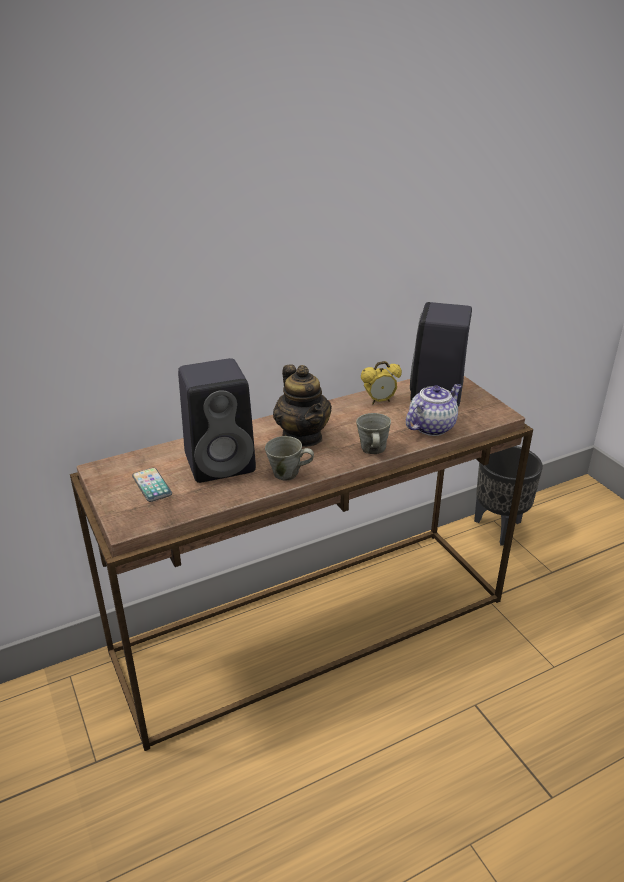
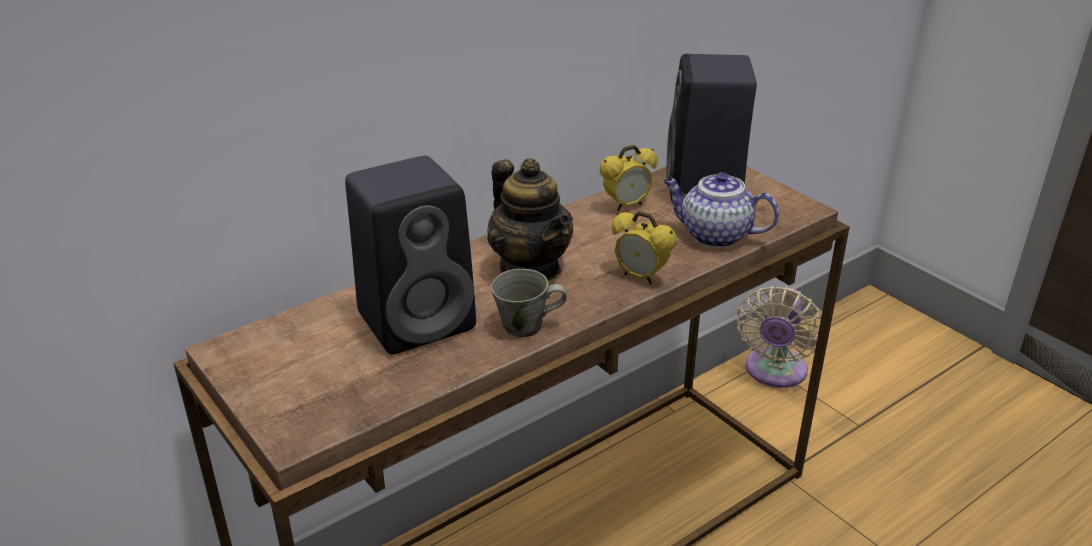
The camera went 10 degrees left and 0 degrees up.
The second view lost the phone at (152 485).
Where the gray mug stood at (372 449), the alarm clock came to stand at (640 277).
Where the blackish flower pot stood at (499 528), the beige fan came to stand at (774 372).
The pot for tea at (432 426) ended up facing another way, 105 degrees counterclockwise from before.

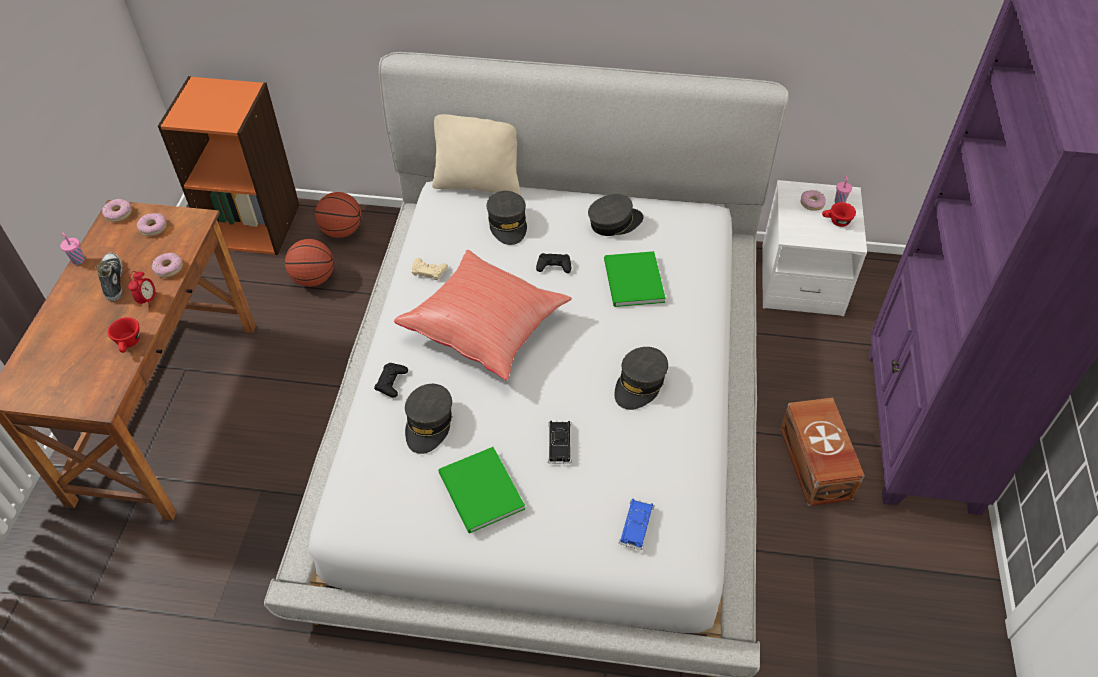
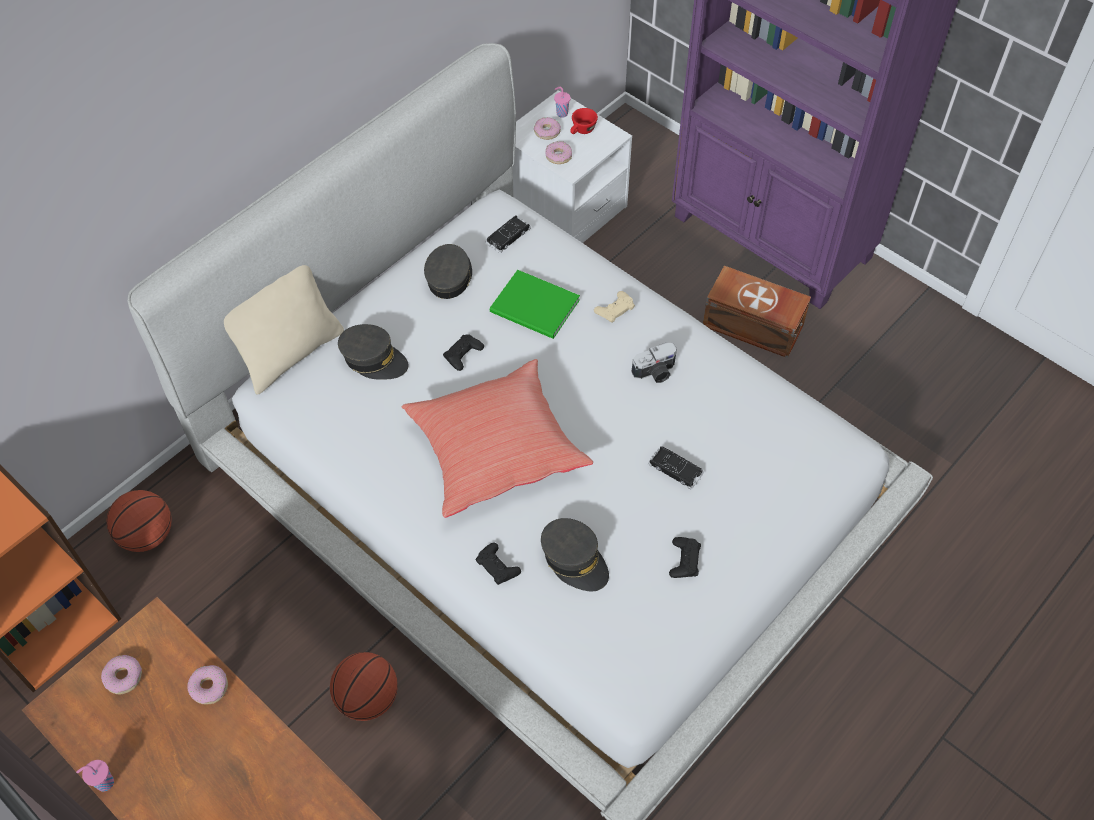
The camera went 55 degrees left and 5 degrees up.
The second view lost the item of footwear at (113 280).
The second view lost the red-coloured drinking cup at (129 344).
The second view lost the alarm clock at (148 300).
The second view lost the bluish toy car at (636 526).
The second view gained the blackish toy car at (508 237).
The donut ended up elsewhere, having gone from (118 214) to (558 156).
The basketball ended up elsewhere, having gone from (313 279) to (368 698).
The beige joypad ended up elsewhere, having gone from (429 271) to (614 309).
Where the greenish volume stood at (480 493), the blackish joypad came to stand at (684 560).
Where the gray baseball cap stood at (640 384), the photo camera came to stand at (655 373).

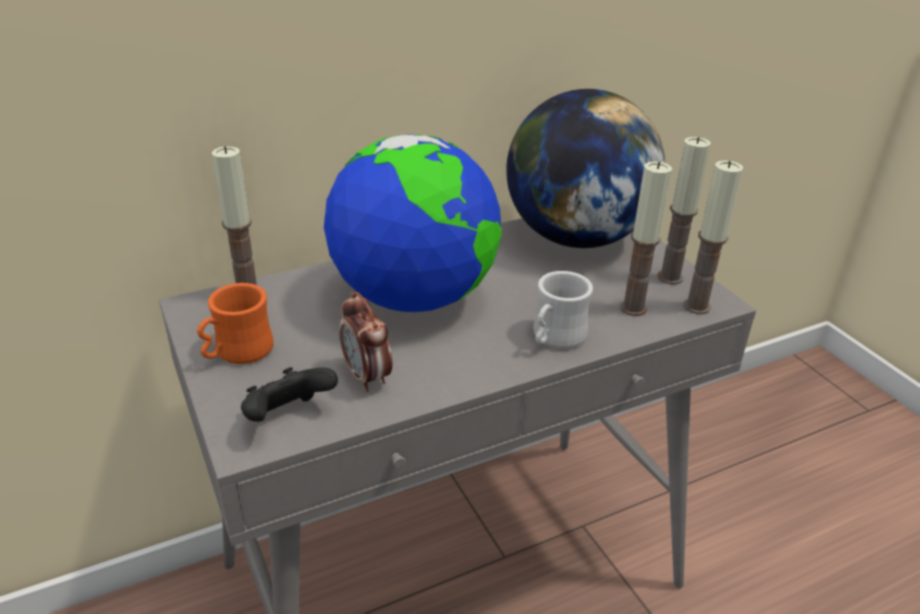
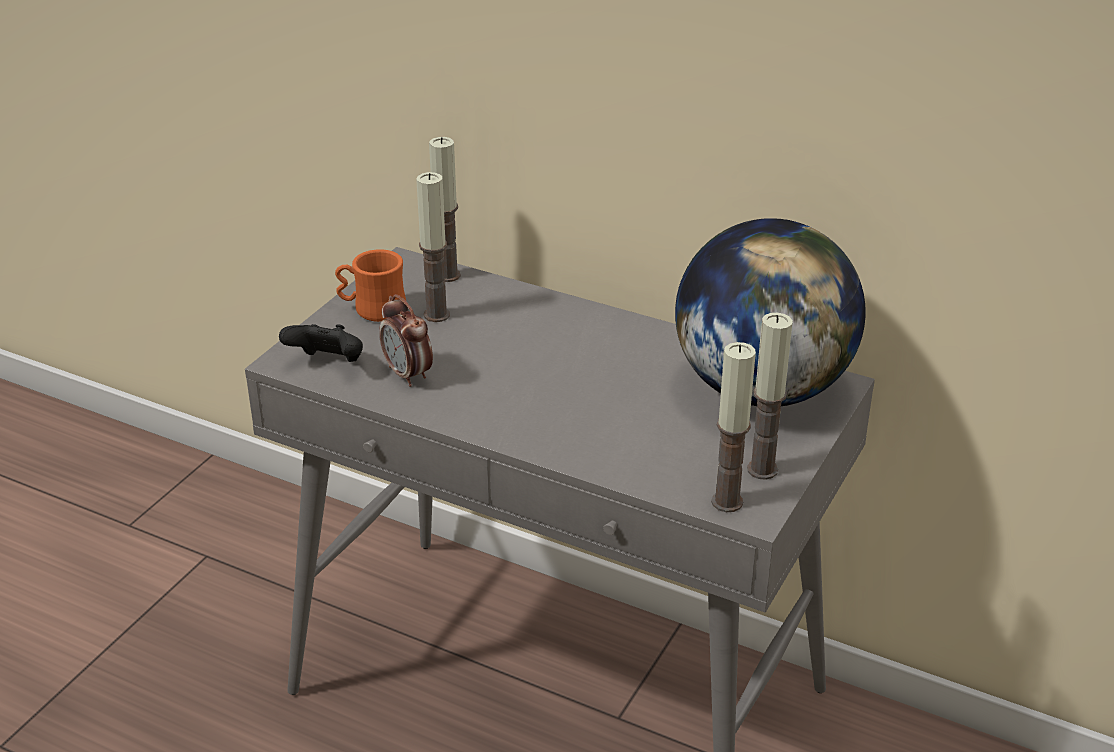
The camera went 55 degrees right and 0 degrees up.
The second view lost the desk globe at (414 298).
The second view lost the white-coloured mug at (554 339).
The wax light ended up elsewhere, having gone from (633 308) to (436 315).
The alarm clock at (367 377) ended up facing another way, 60 degrees counterclockwise from before.

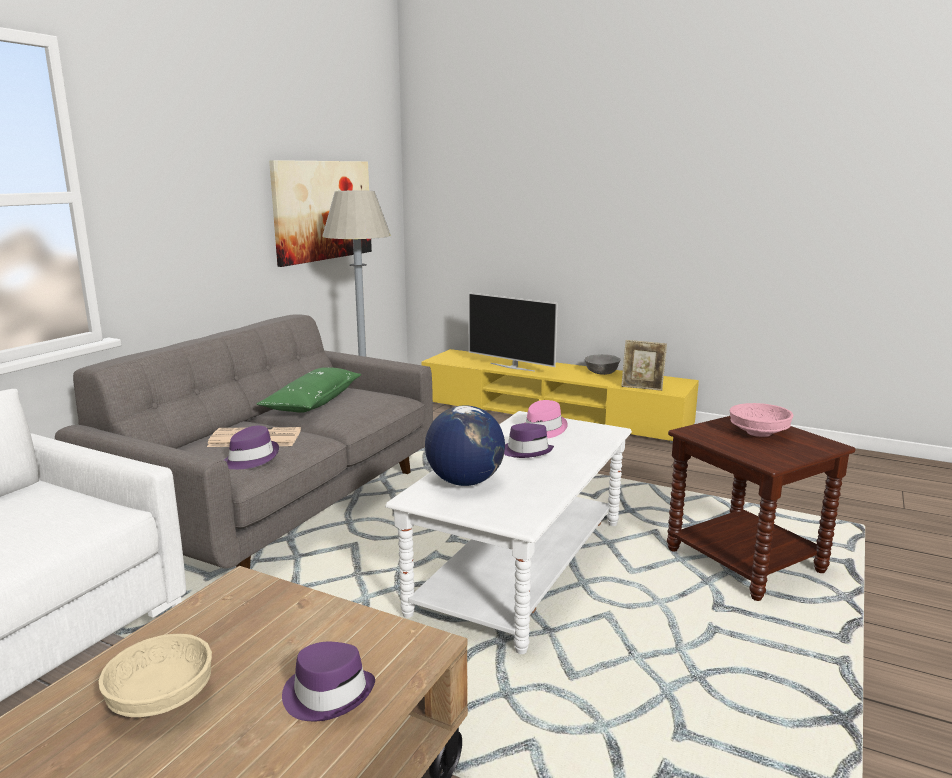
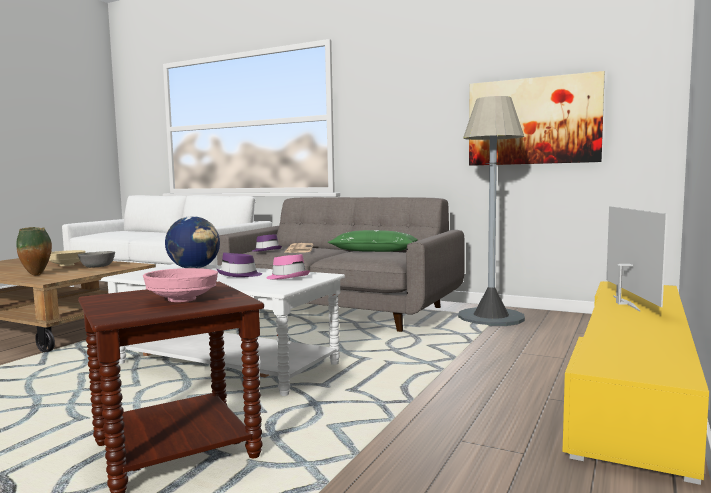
The camera went 90 degrees right and 10 degrees down.
The second view lost the standing frame at (642 388).
The gray deep dish ended up elsewhere, having gone from (602 372) to (97 266).
Where the purple-coloured clothing hat stood at (328 694), the flower vase came to stand at (37 275).
The TV at (512 367) ended up facing another way, 150 degrees clockwise from before.

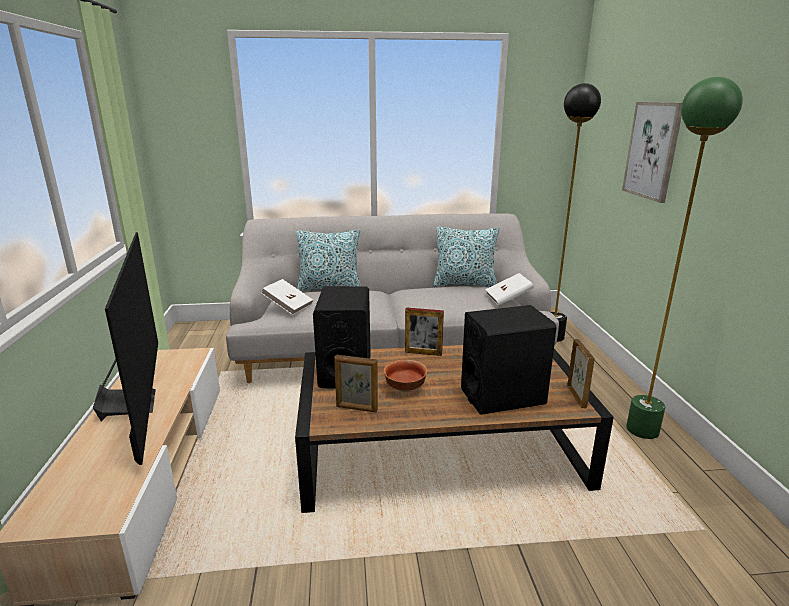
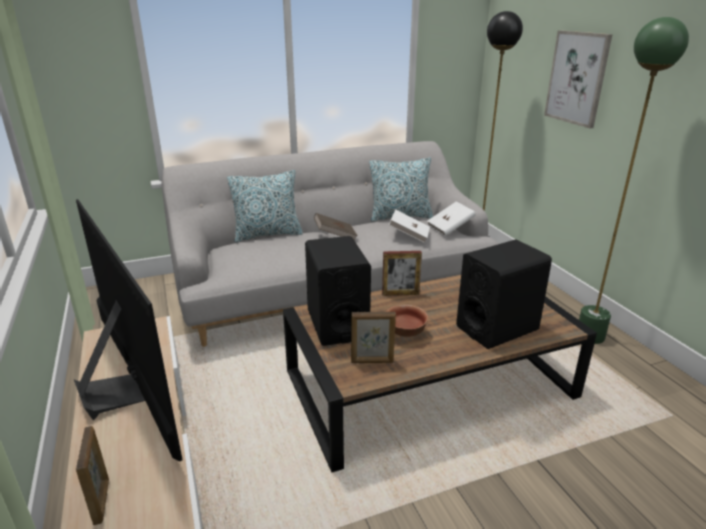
The camera went 15 degrees left and 5 degrees up.
The second view gained the brownish volume at (335 236).
The white-coloured volume ended up elsewhere, having gone from (288 306) to (409 235).
The standing frame ended up elsewhere, having gone from (577 397) to (102 501).

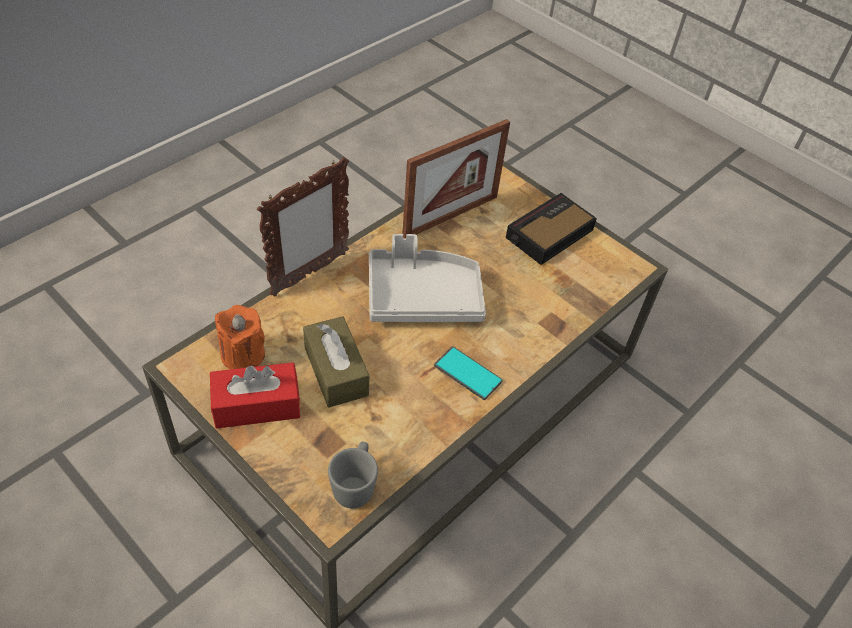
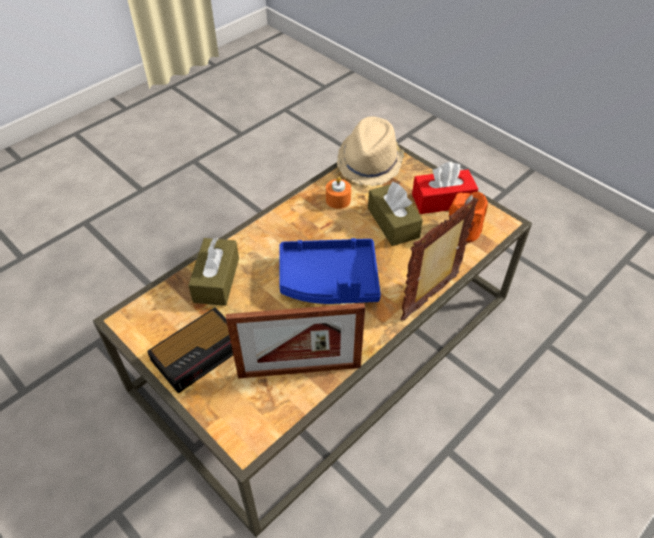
The camera went 175 degrees left and 0 degrees up.
The second view lost the phone at (467 373).
The second view gained the brownish box of tissues at (216 280).
The second view gained the orange wax light at (338 200).
Where the gray mug stood at (355 485), the beige clothing hat came to stand at (370 162).
What was the gray carrying tray at (423 297) turned into the bluish carrying tray at (329 281).
The standing frame at (450 216) ended up facing another way, 150 degrees counterclockwise from before.

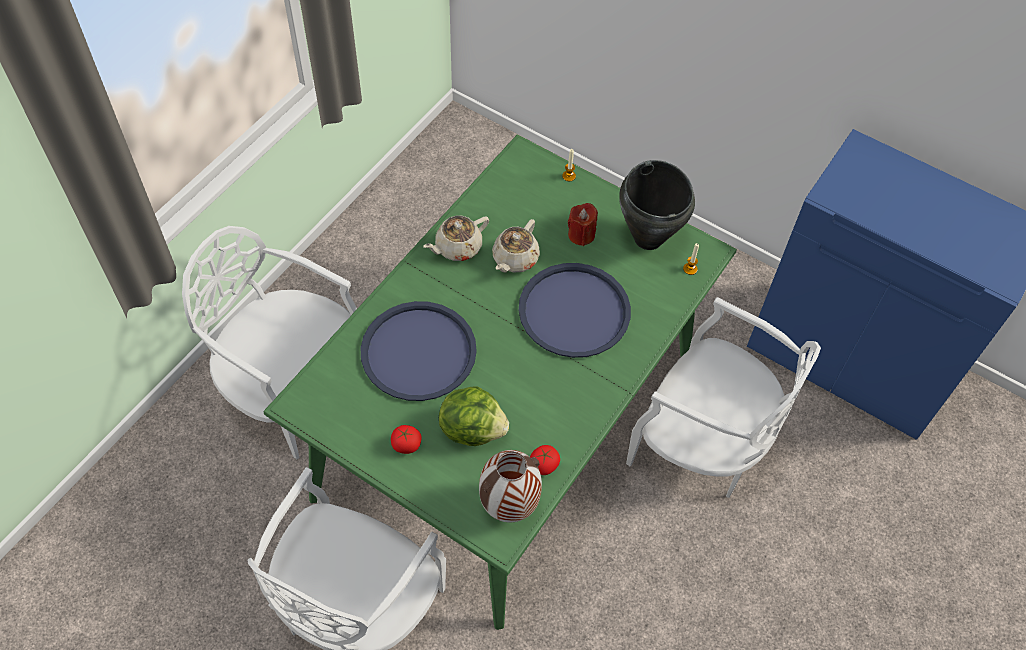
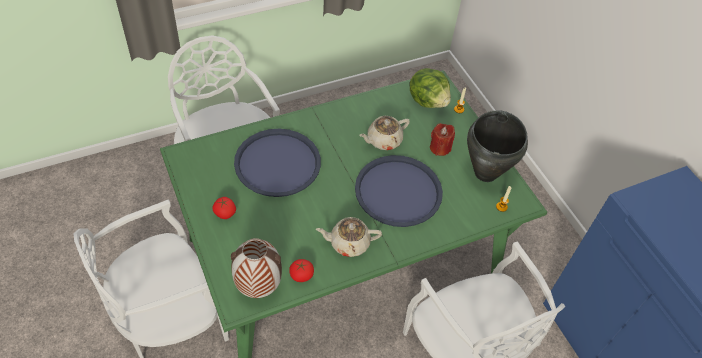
The camera went 30 degrees right and 5 degrees down.
The beige pot for tea ended up elsewhere, having gone from (457 247) to (348 243).
The lettuce ended up elsewhere, having gone from (472 428) to (428 100).

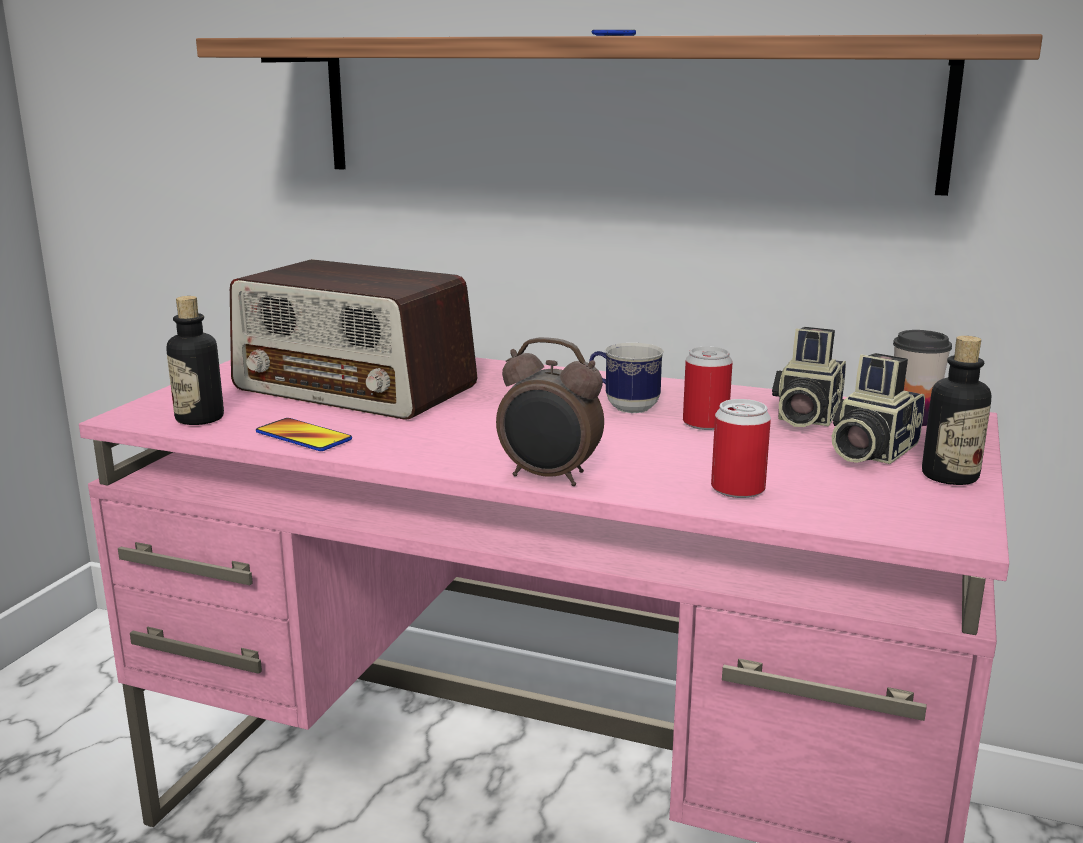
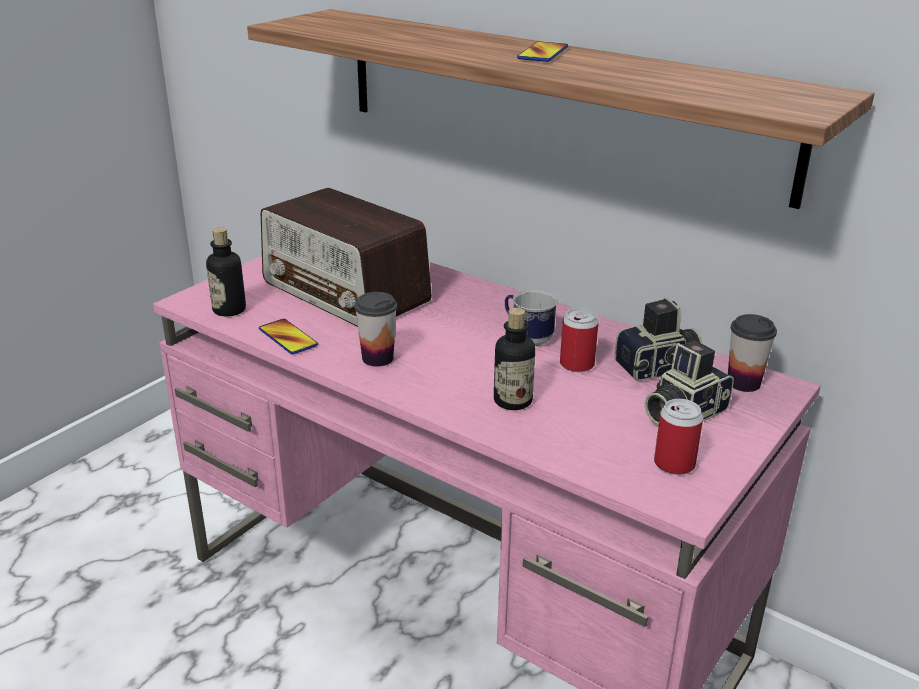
The camera went 15 degrees right and 10 degrees up.
The second view lost the alarm clock at (549 477).
The second view gained the drinking cup at (377 358).
The metal can ended up elsewhere, having gone from (737 489) to (674 464).
The drink bottle ended up elsewhere, having gone from (949 476) to (512 401).
The photo camera at (804 417) ended up facing another way, 150 degrees counterclockwise from before.

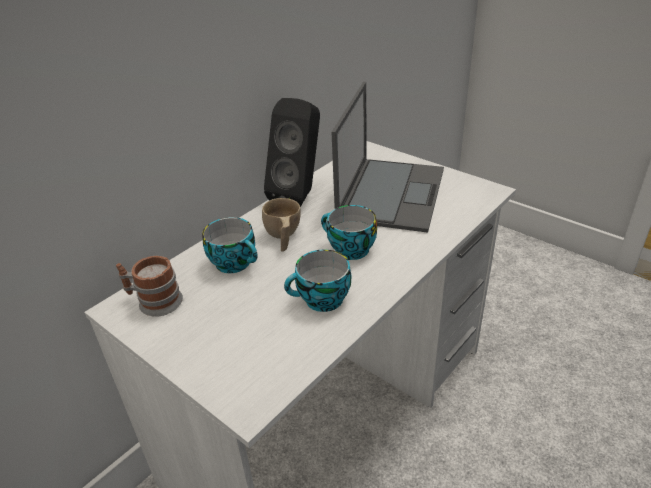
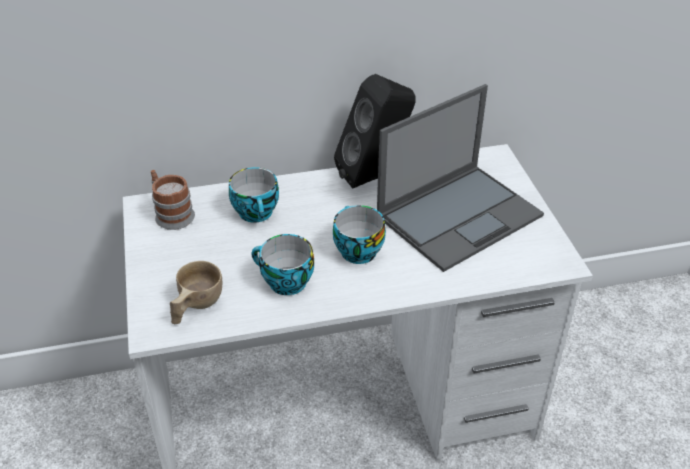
The camera went 35 degrees right and 5 degrees up.
The beige drinking cup ended up elsewhere, having gone from (283 237) to (195 307).

